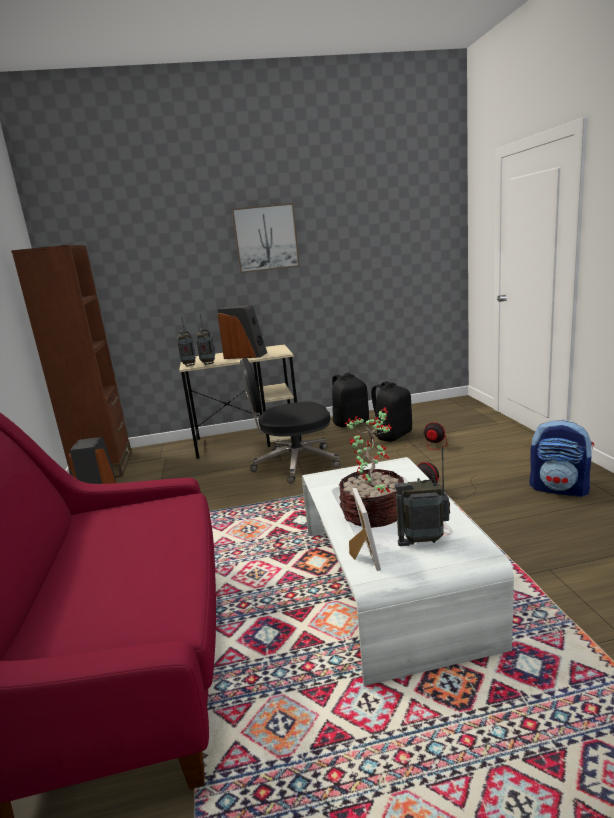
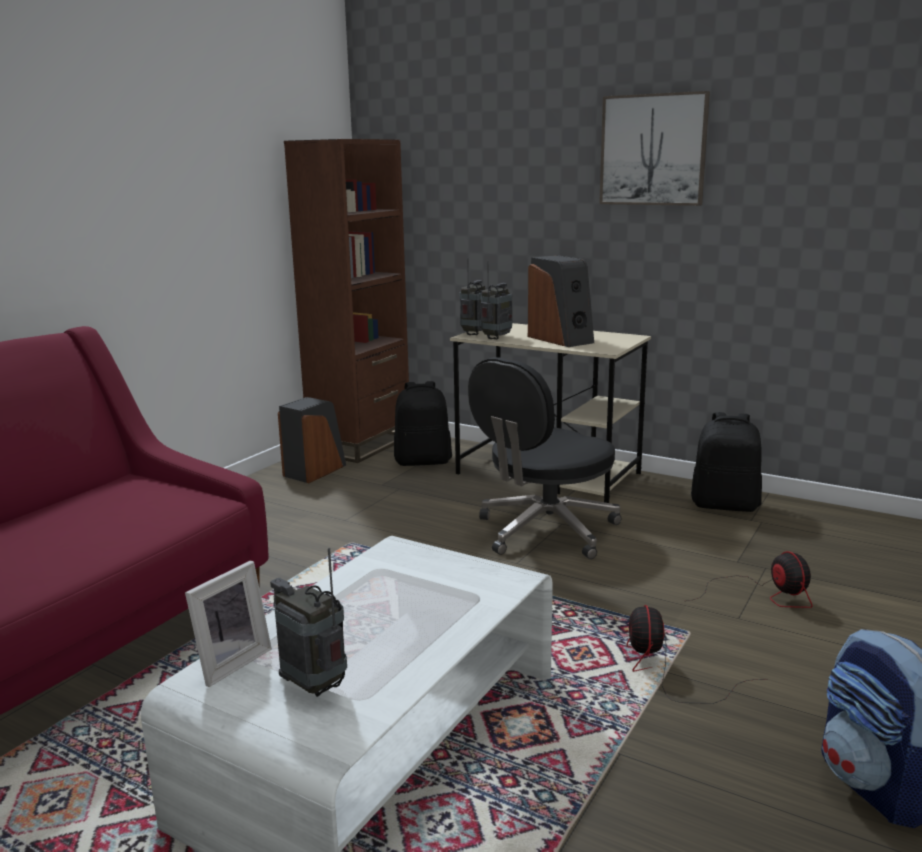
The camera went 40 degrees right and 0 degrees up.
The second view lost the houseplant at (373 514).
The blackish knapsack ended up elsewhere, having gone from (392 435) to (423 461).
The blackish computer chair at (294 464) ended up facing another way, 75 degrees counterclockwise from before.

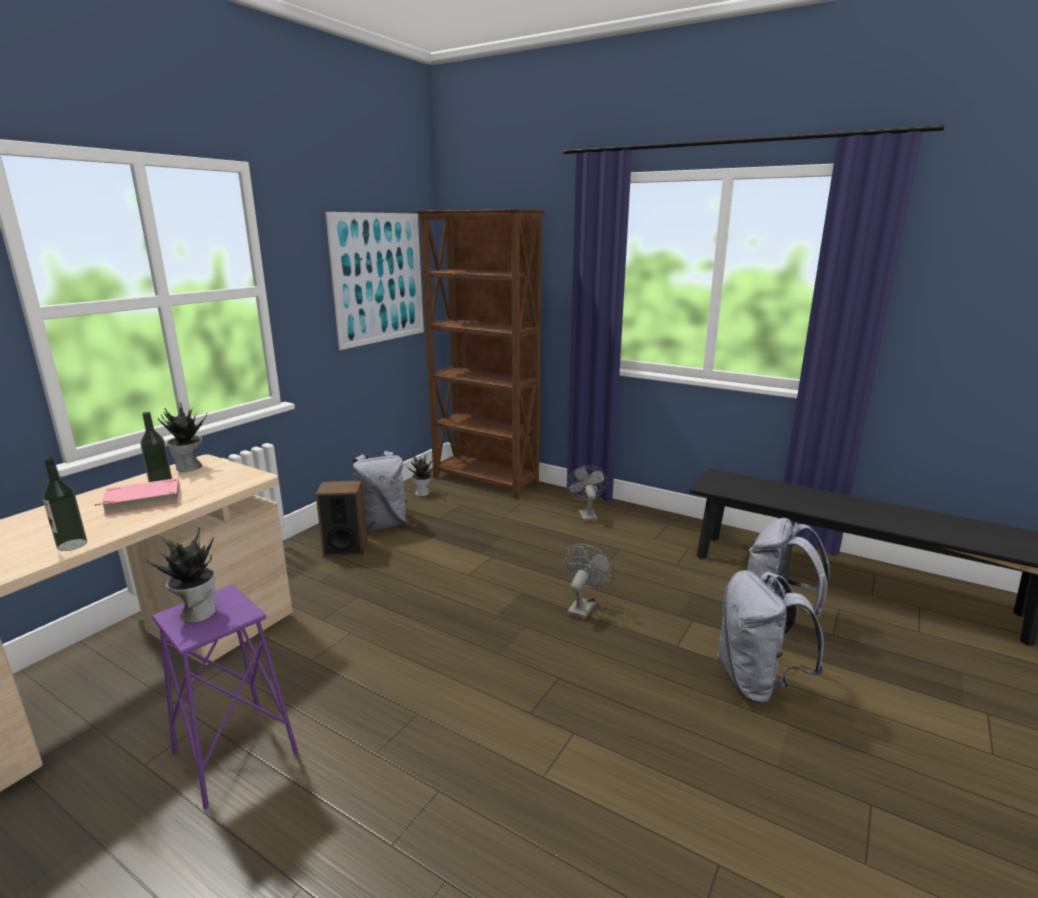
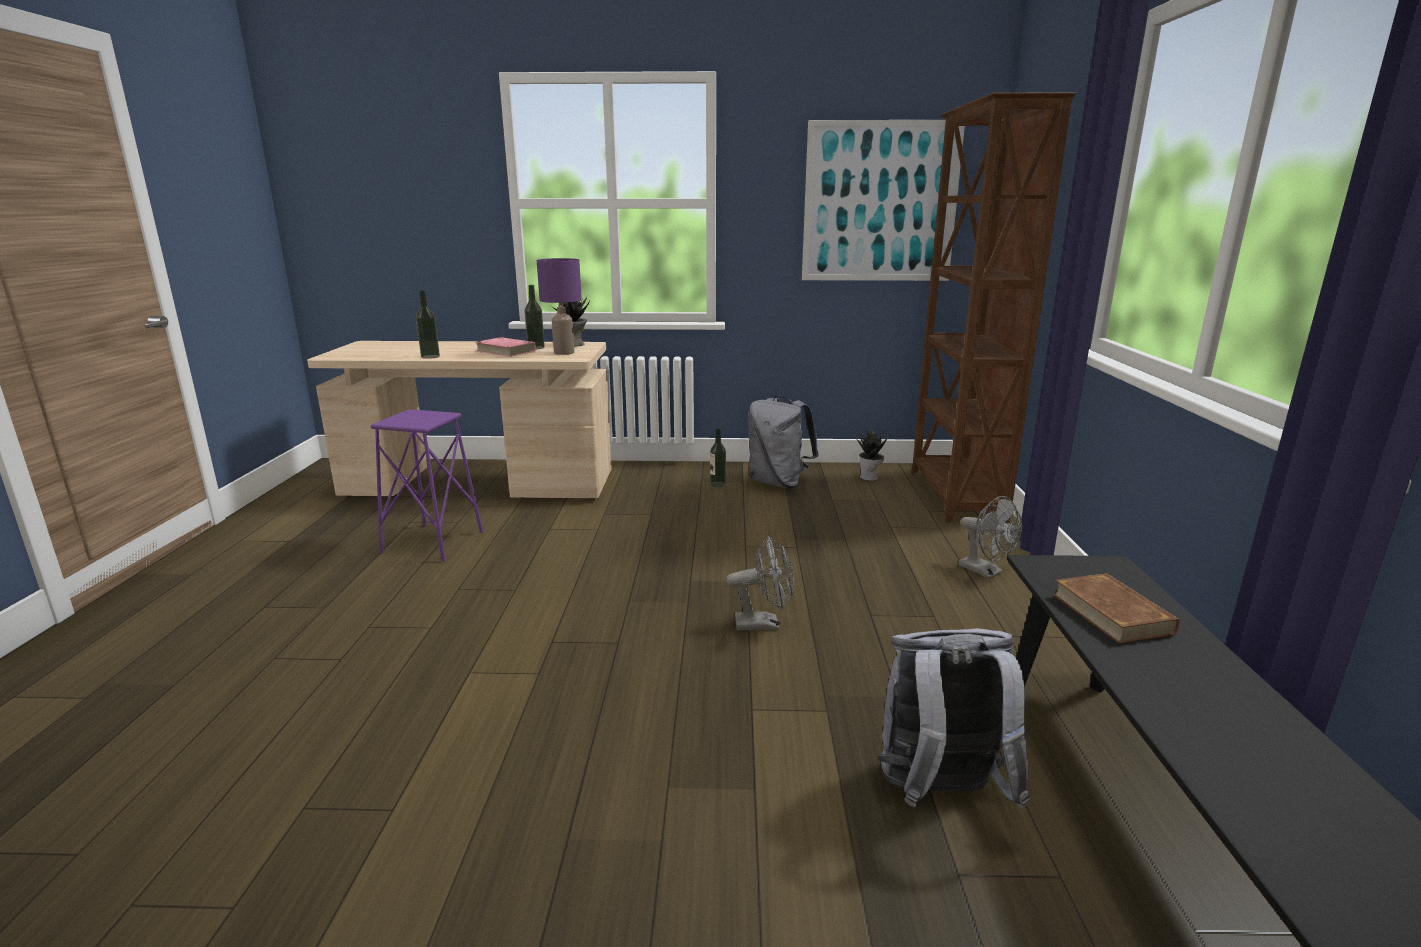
The camera went 60 degrees right and 0 degrees up.
The second view lost the houseplant at (197 612).
The second view lost the gray knapsack at (756 682).
The second view gained the purple-coloured table lamp at (564 353).
The second view gained the brownish volume at (1111 613).
Where the speaker stood at (345 548), the drink bottle came to stand at (717 484).
The gray fan at (586 514) ended up facing another way, 90 degrees clockwise from before.

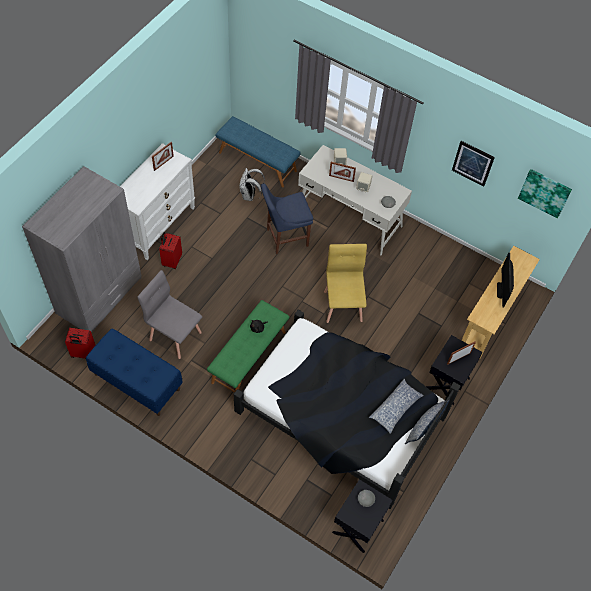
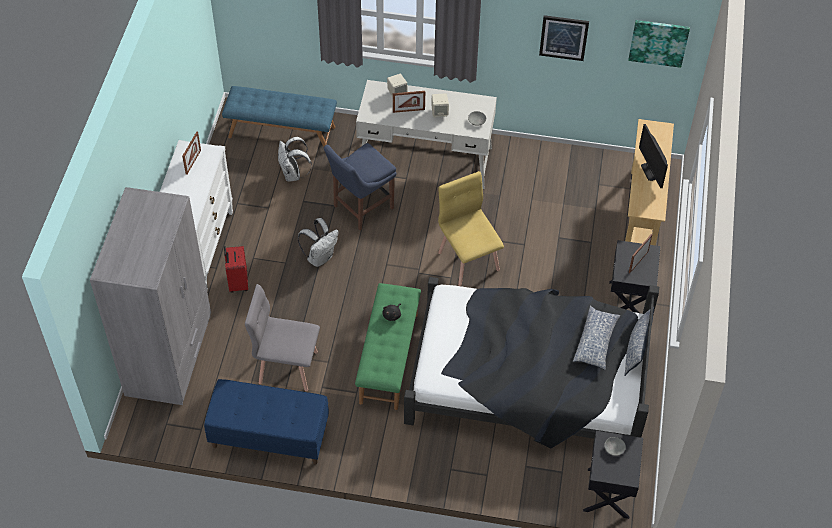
The camera went 20 degrees left and 5 degrees down.
The second view lost the red-coloured suitcase at (83 353).
The second view gained the white-coloured knapsack at (320 257).

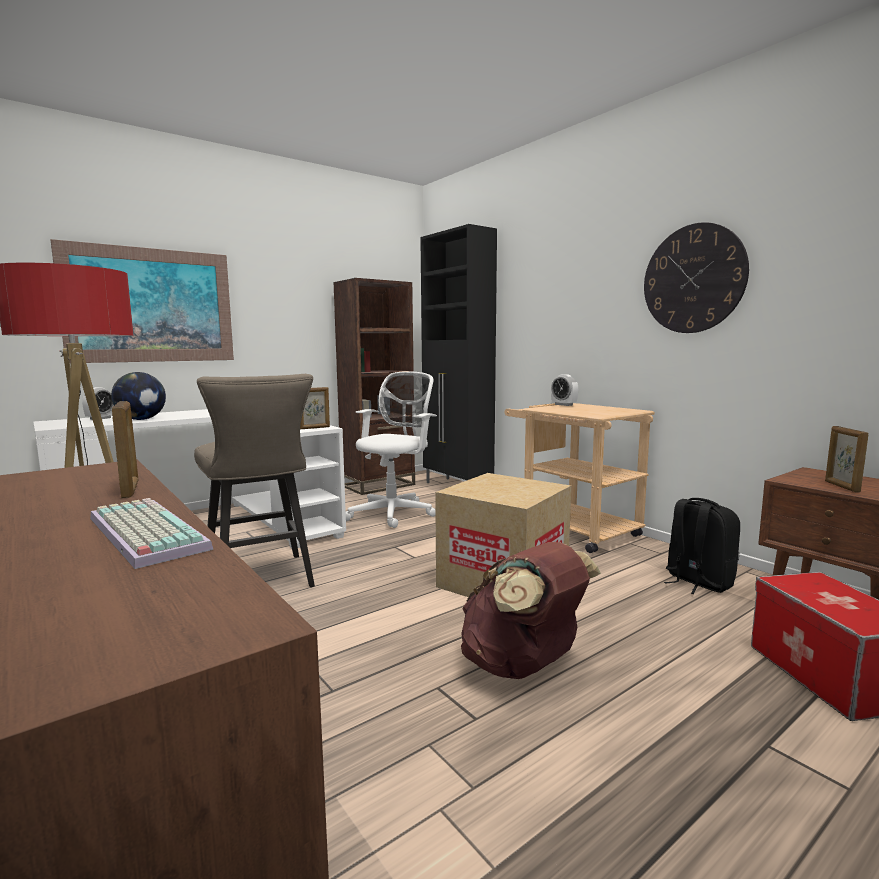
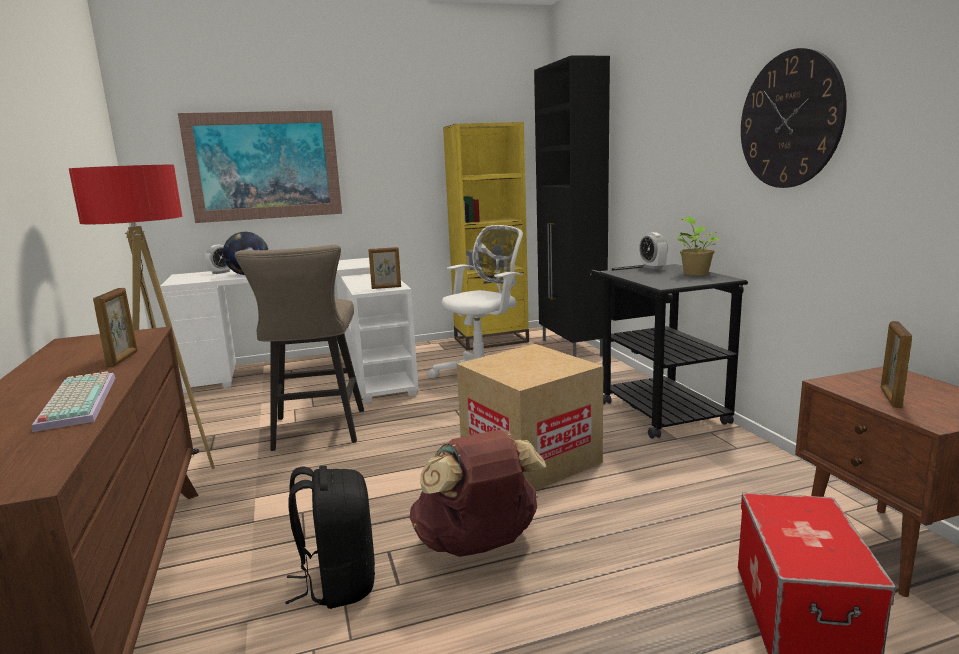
The camera went 20 degrees right and 5 degrees up.
The second view gained the houseplant at (695 273).
The blackish knapsack ended up elsewhere, having gone from (697 582) to (338 582).
What was the brownish bookcase at (378 485) turned into the yellow bookcase at (491 340).
What was the beige wheeled cart at (572 529) turned into the blackish wheeled cart at (656 409).

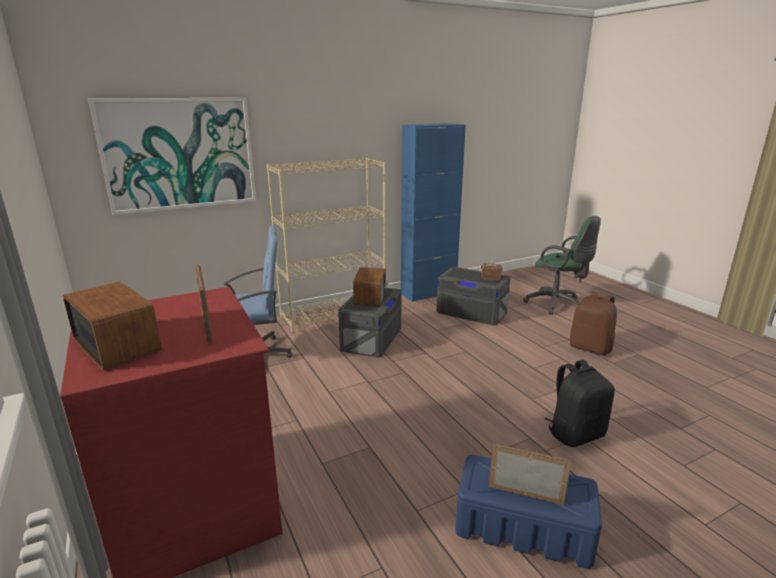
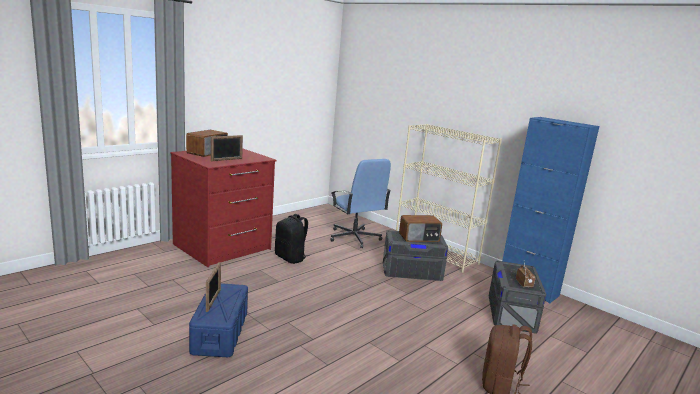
The camera went 70 degrees right and 5 degrees down.
The second view lost the picture at (179 154).
The second view lost the greenish computer chair at (557 304).
The blackish knapsack ended up elsewhere, having gone from (575 434) to (291 258).

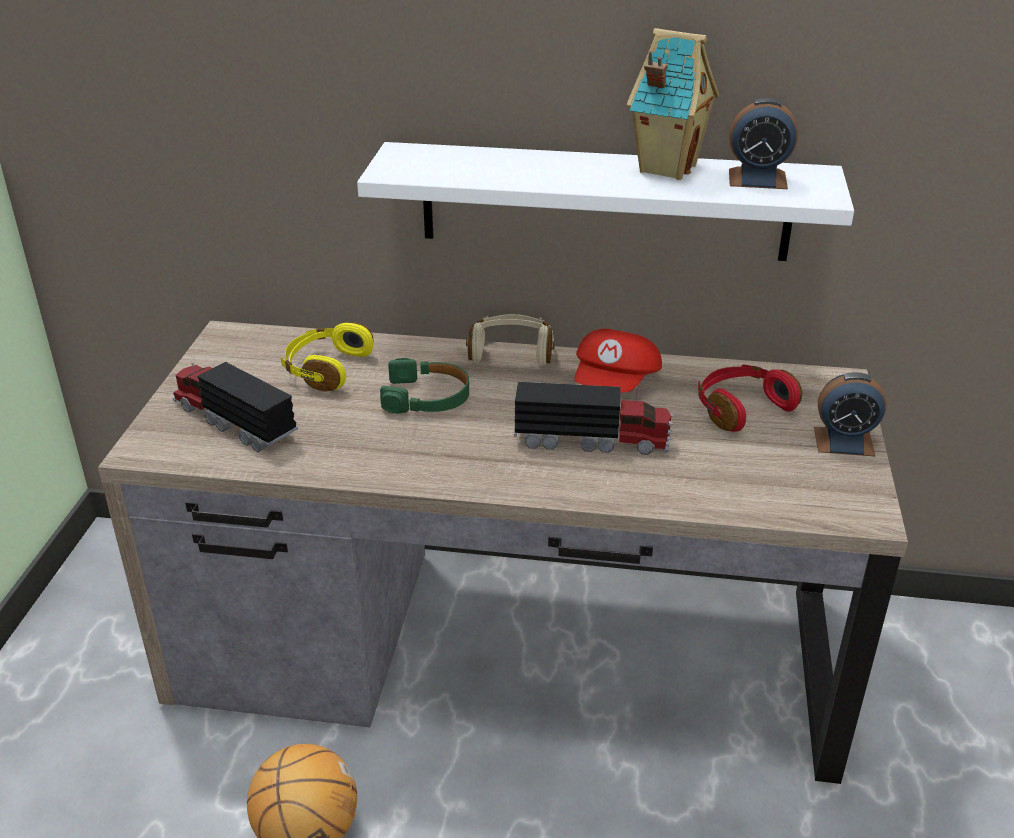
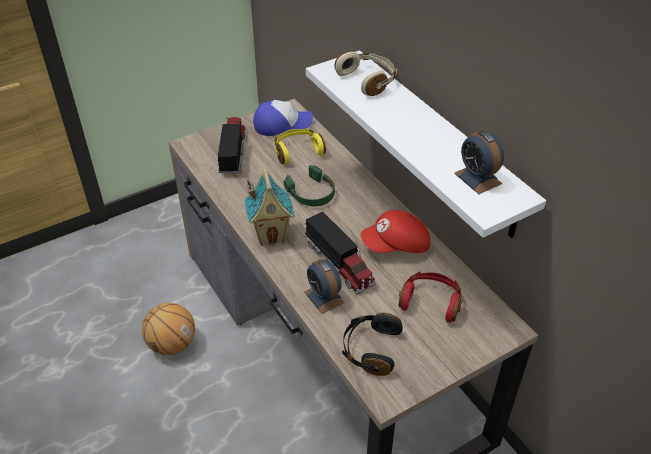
The camera went 50 degrees right and 10 degrees up.
The second view gained the baseball cap at (282 124).
The second view gained the blackish headphones at (370 349).
The beige headphones ended up elsewhere, having gone from (511 351) to (368 80).
The model house ended up elsewhere, having gone from (666 168) to (271 234).
The alarm clock ended up elsewhere, having gone from (844 441) to (324 297).

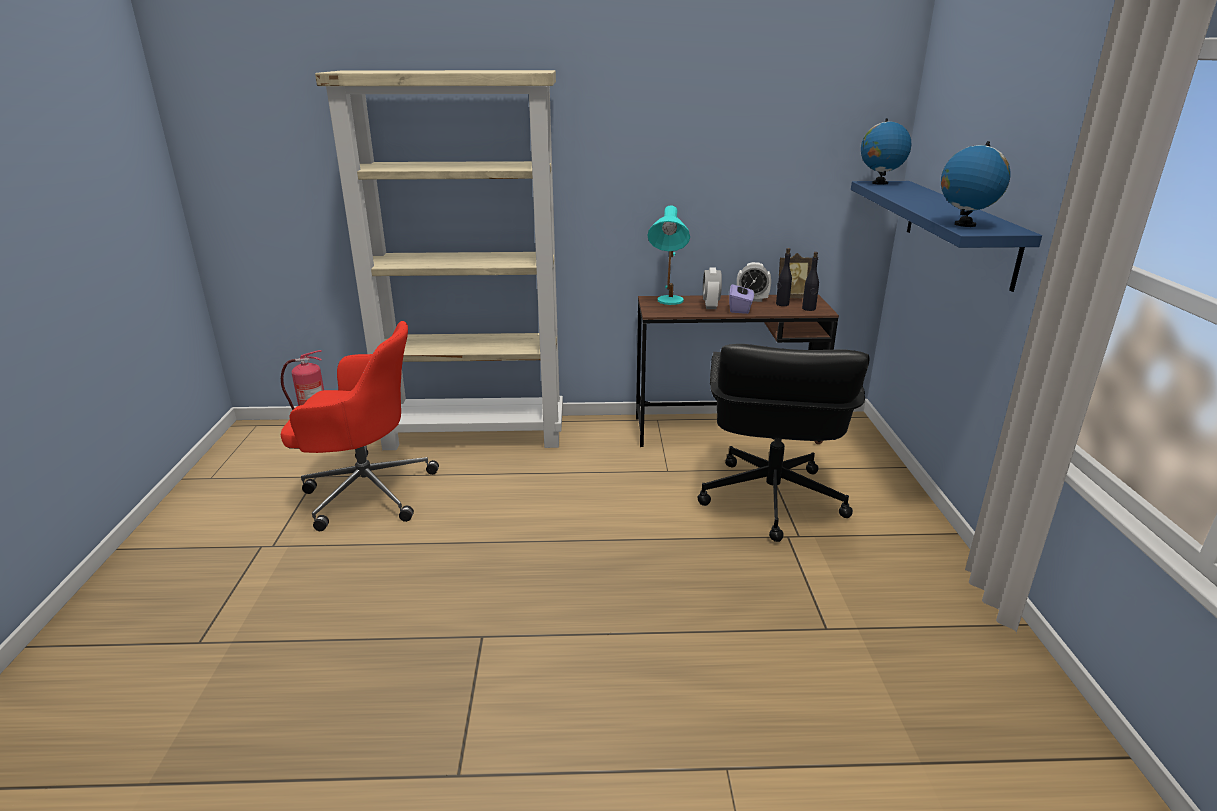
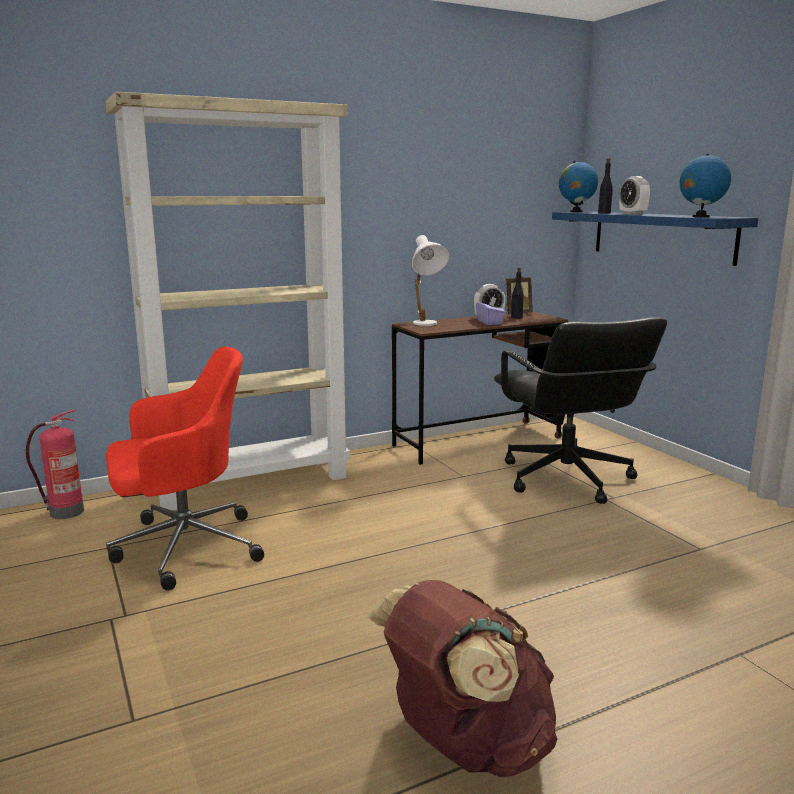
The camera went 25 degrees left and 10 degrees down.
The second view gained the brownish knapsack at (465 745).
The alarm clock ended up elsewhere, having gone from (710 306) to (632 214).
The blackish drink bottle ended up elsewhere, having gone from (809 309) to (604 213).
What was the turquoise-coloured table lamp at (668 303) turned into the white-coloured table lamp at (426 325).

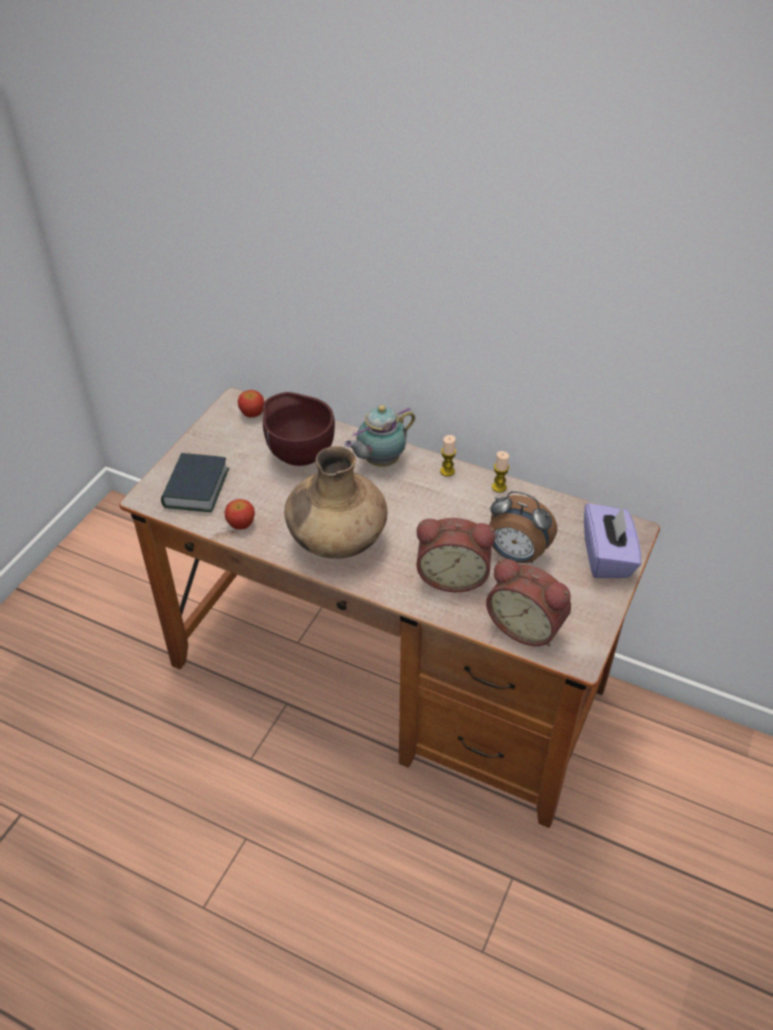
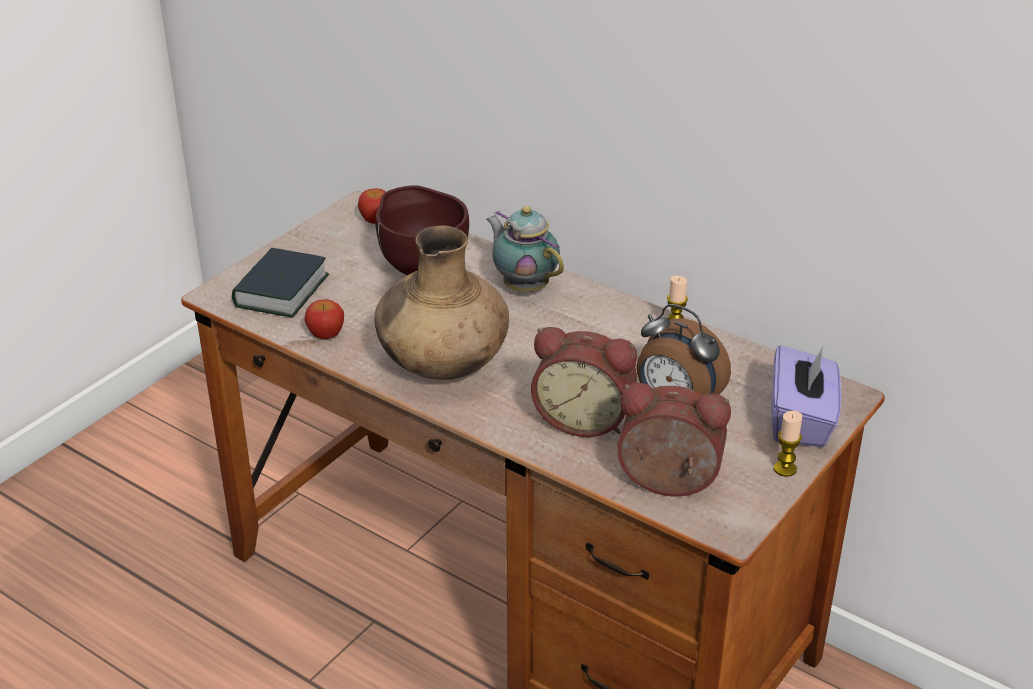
The camera went 10 degrees right and 10 degrees down.
The wax light ended up elsewhere, having gone from (447 471) to (785 469).
The pot for tea at (379 461) ended up facing another way, 75 degrees clockwise from before.
The alarm clock at (526 625) ended up facing another way, 150 degrees clockwise from before.

